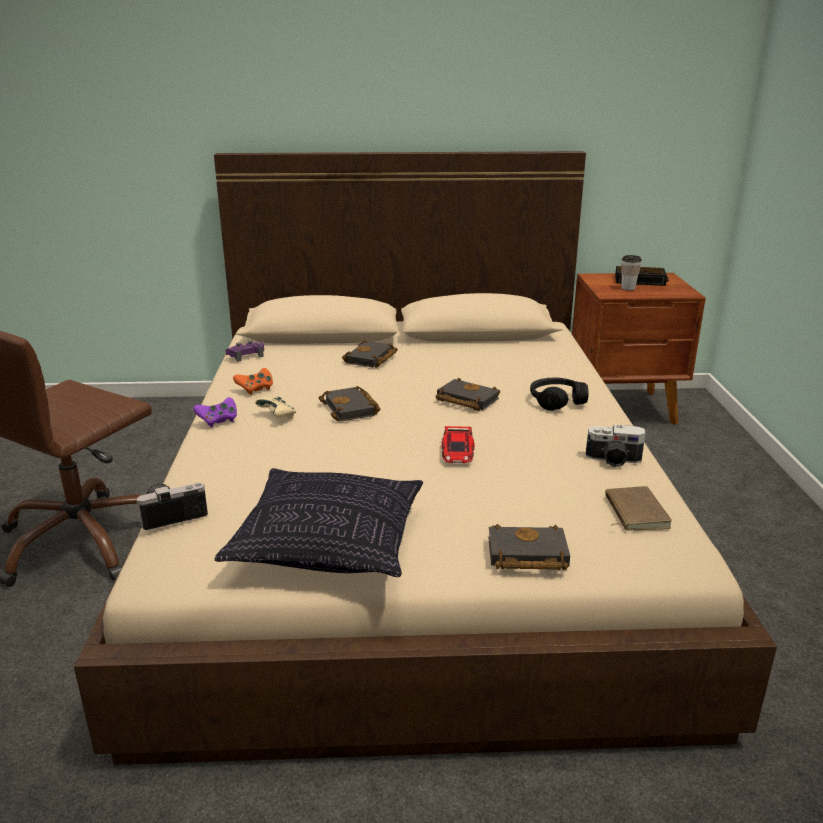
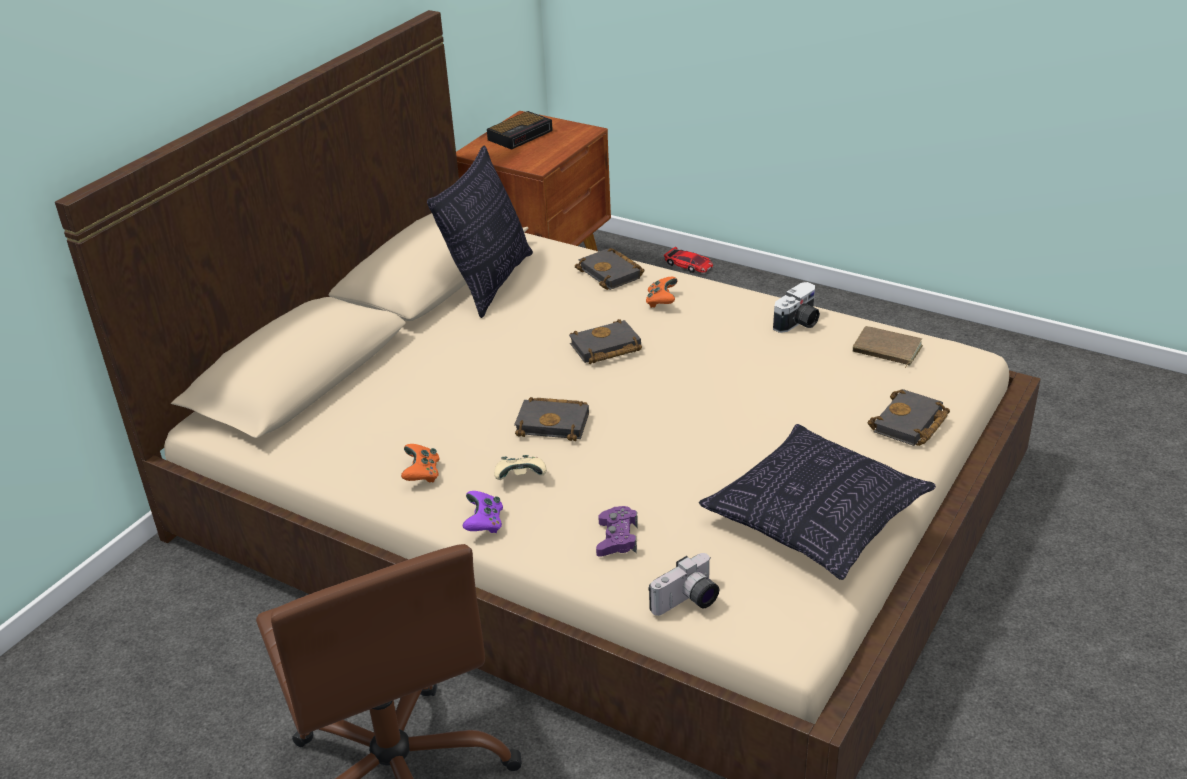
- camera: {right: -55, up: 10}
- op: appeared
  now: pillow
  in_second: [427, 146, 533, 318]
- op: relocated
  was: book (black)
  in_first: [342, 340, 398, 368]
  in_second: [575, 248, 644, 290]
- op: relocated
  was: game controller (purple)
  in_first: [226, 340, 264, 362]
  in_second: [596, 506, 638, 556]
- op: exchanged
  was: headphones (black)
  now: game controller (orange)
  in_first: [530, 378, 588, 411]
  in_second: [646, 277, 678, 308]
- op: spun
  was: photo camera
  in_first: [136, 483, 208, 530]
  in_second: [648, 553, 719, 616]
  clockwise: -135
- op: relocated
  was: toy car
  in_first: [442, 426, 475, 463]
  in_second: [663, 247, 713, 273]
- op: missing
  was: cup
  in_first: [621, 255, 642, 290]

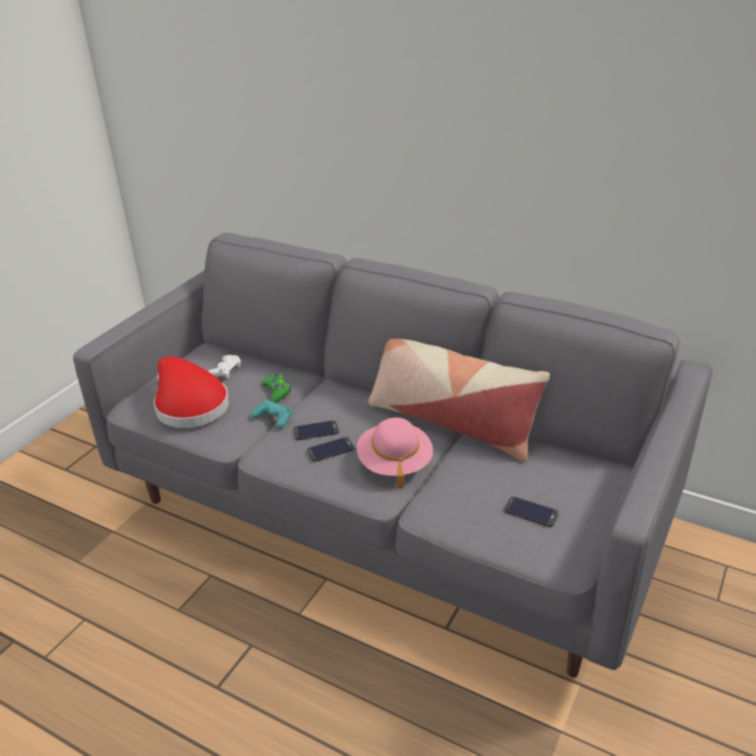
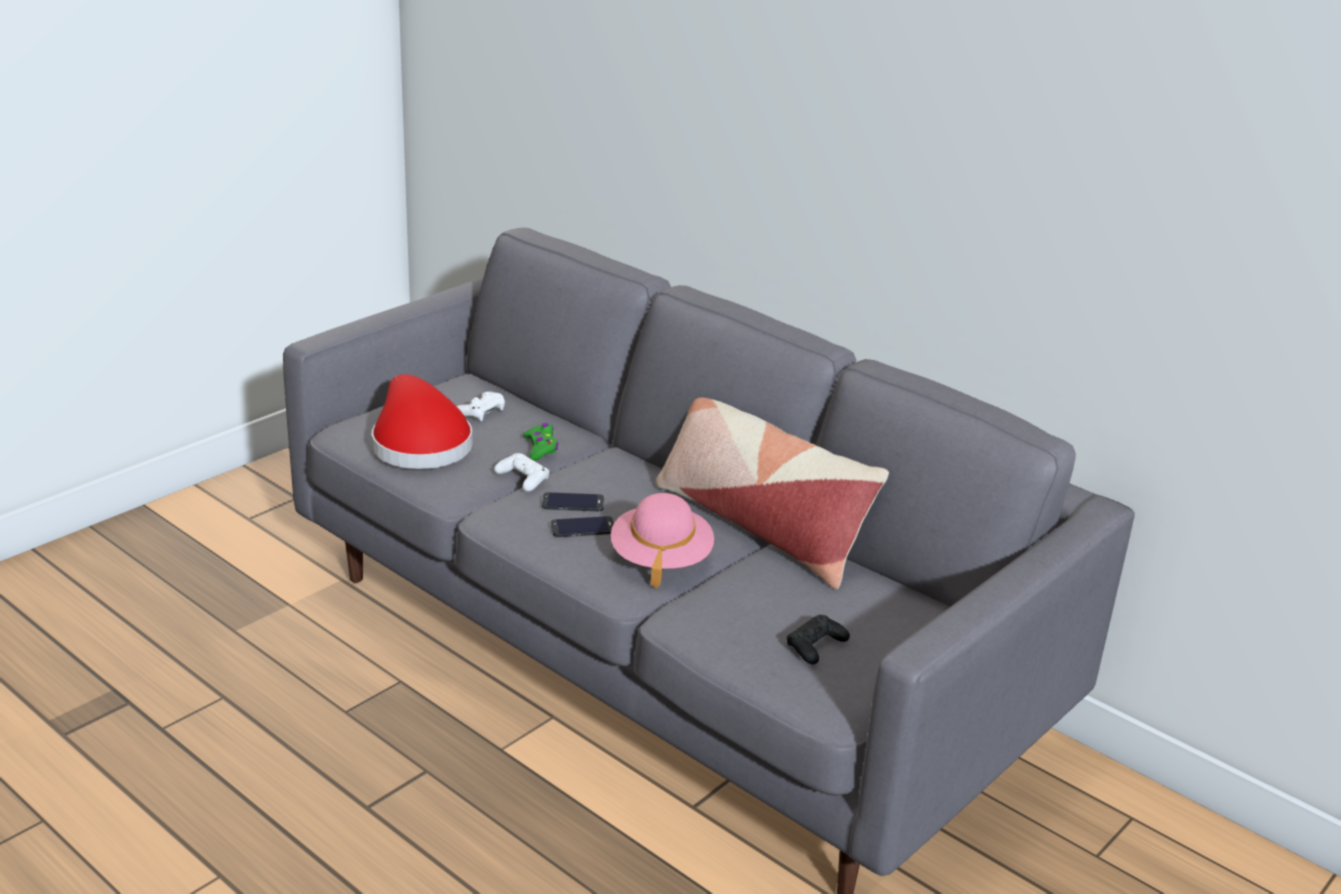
- camera: {right: 10, up: -5}
- op: colour
  was: game controller (turquoise)
  now: game controller (white)
  in_first: [251, 400, 292, 429]
  in_second: [494, 453, 549, 492]
- op: exchanged
  was: phone
  now: game controller (black)
  in_first: [504, 496, 559, 527]
  in_second: [787, 615, 850, 664]

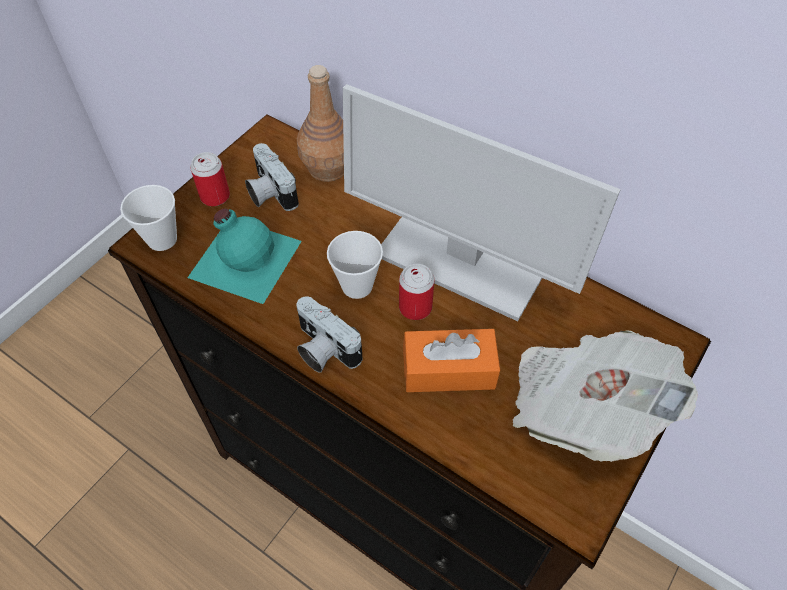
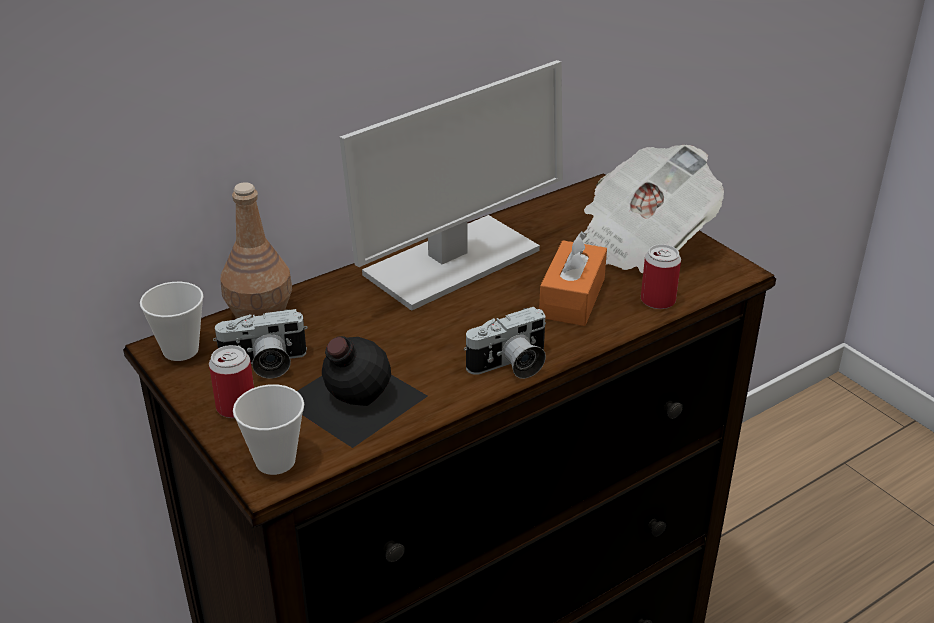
- camera: {right: -70, up: -20}
- op: relocated
  was: cup
  in_first: [327, 231, 383, 299]
  in_second: [140, 282, 204, 361]
- op: colour
  was: bottle (turquoise)
  now: bottle (black)
  in_first: [187, 209, 302, 304]
  in_second: [297, 336, 428, 448]
- op: relocated
  was: can
  in_first: [399, 263, 434, 320]
  in_second: [641, 244, 681, 309]

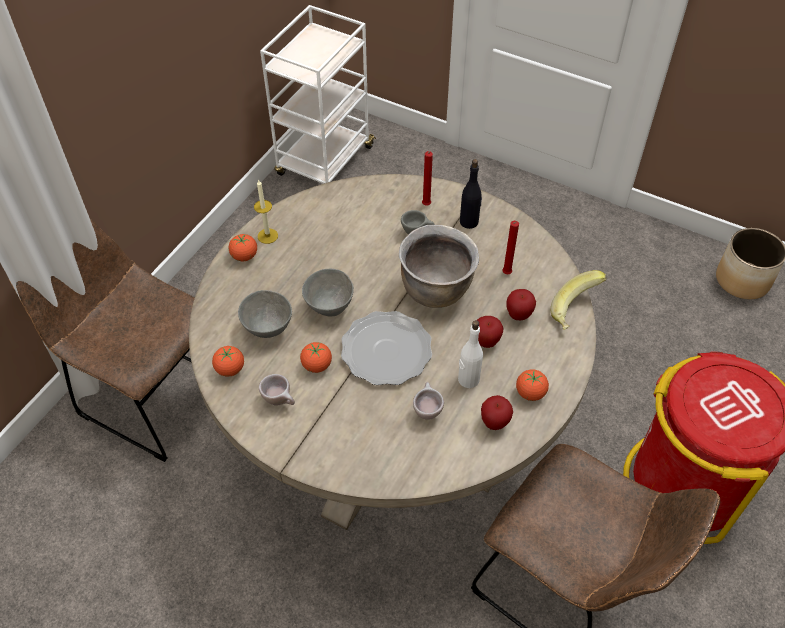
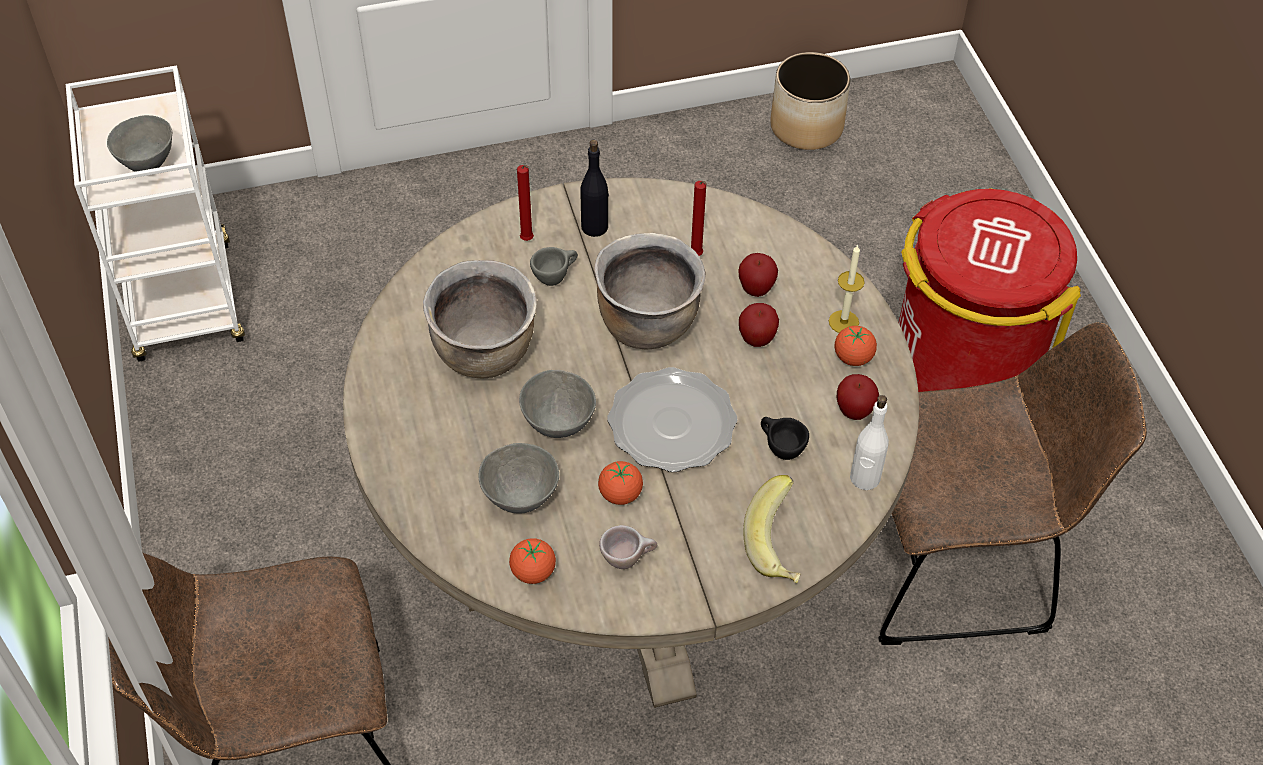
- camera: {right: -45, up: 0}
- op: appeared
  now: bowl (grey)
  in_second: [107, 115, 172, 172]
- op: appeared
  now: cooking pot (brown)
  in_second: [423, 260, 537, 378]
- op: relocated
  was: banana
  in_first: [550, 270, 607, 330]
  in_second: [743, 475, 801, 583]
- op: colour
  was: cup (beige)
  now: cup (black)
  in_first: [413, 382, 444, 420]
  in_second: [761, 417, 809, 460]
- op: relocated
  was: candle
  in_first: [254, 179, 278, 244]
  in_second: [829, 244, 865, 333]
- op: relocated
  was: bottle (white)
  in_first: [458, 320, 483, 388]
  in_second: [850, 395, 889, 490]
- op: missing
  was: tomato
  in_first: [229, 234, 257, 261]

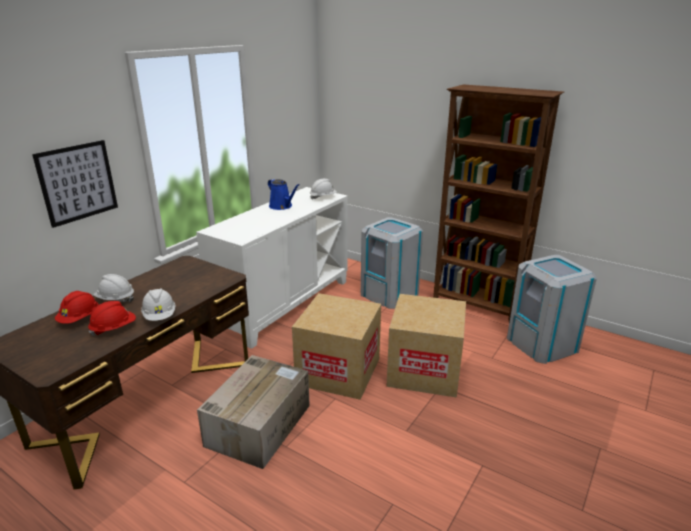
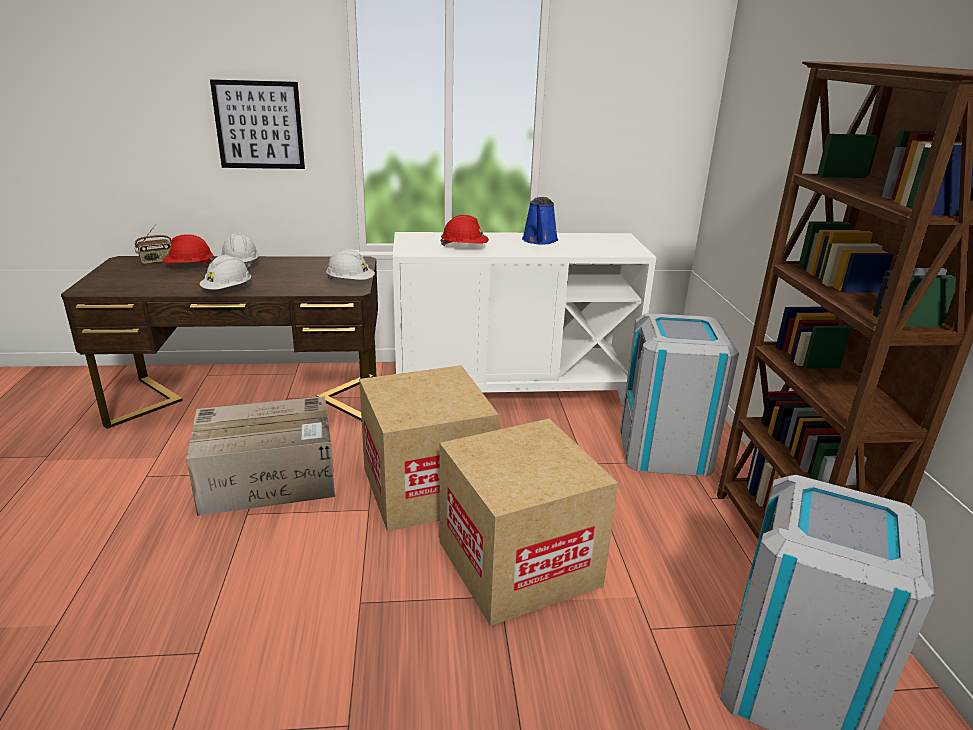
- camera: {right: 50, up: 0}
- op: appeared
  now: radio
  in_second: [135, 224, 172, 264]
- op: relocated
  was: hard hat (white)
  in_first: [310, 179, 337, 200]
  in_second: [326, 249, 375, 280]
- op: relocated
  was: hard hat (red)
  in_first: [88, 301, 136, 336]
  in_second: [440, 215, 489, 246]

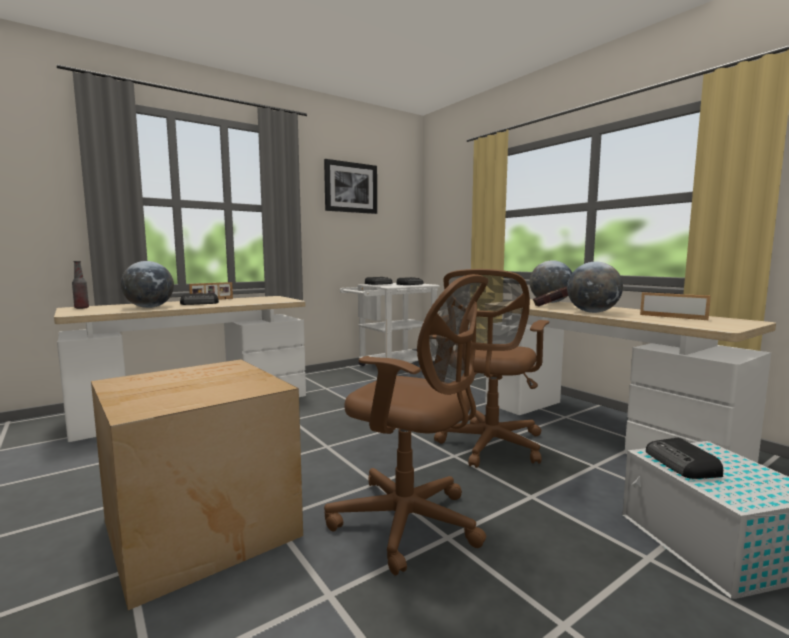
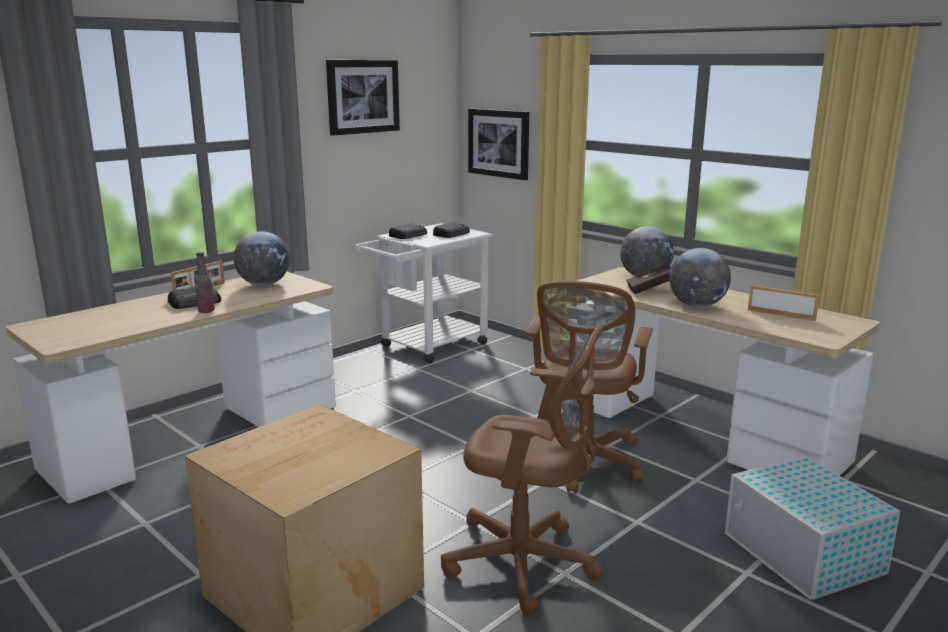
- camera: {right: -10, up: 10}
- op: relocated
  was: bottle
  in_first: [72, 261, 89, 309]
  in_second: [195, 252, 215, 313]
- op: relocated
  was: globe
  in_first: [121, 261, 174, 308]
  in_second: [234, 231, 290, 286]
- op: appeared
  now: picture
  in_second: [468, 108, 529, 180]
- op: missing
  was: radio
  in_first: [646, 438, 723, 479]

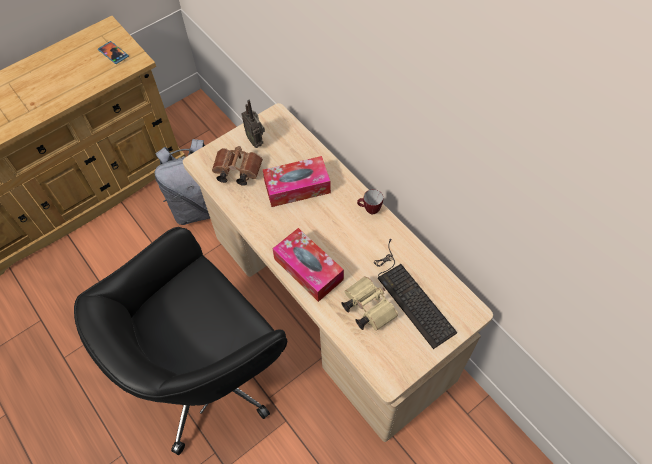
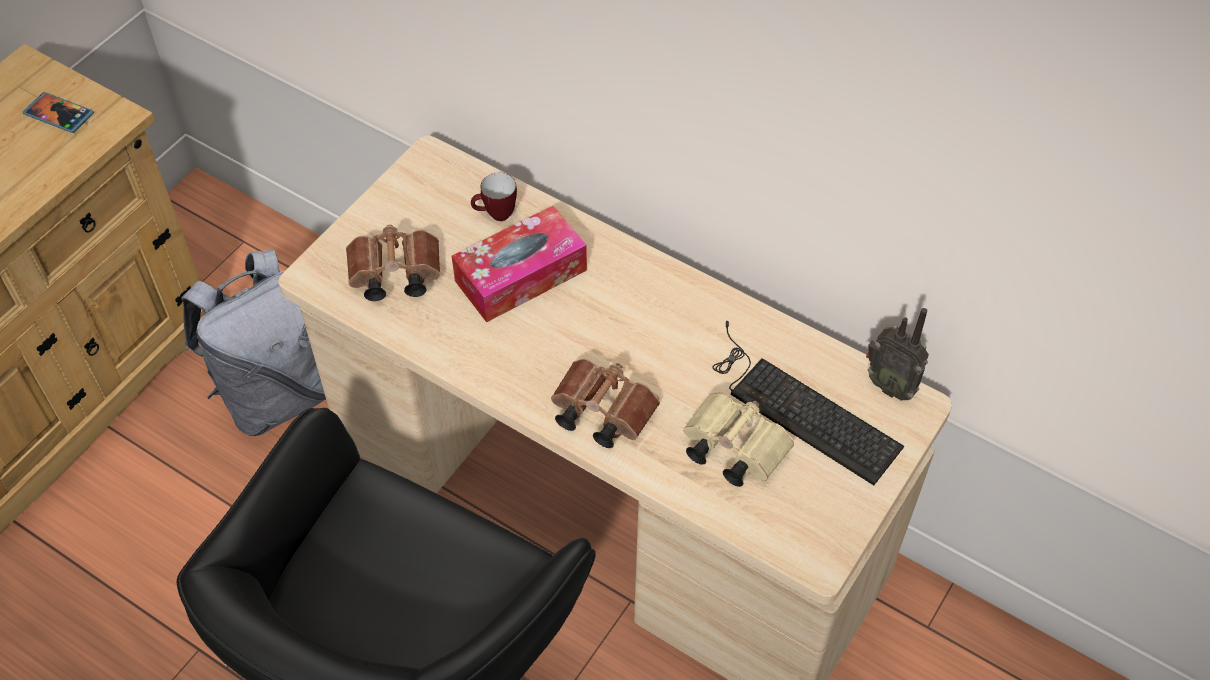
- camera: {right: -20, up: -5}
- op: relocated
  was: mug
  in_first: [357, 189, 383, 214]
  in_second: [471, 173, 517, 221]
- op: exchanged
  was: tissue box
  now: binoculars (brown)
  in_first: [272, 228, 344, 302]
  in_second: [551, 359, 660, 448]
- op: relocated
  was: radio
  in_first: [241, 100, 265, 148]
  in_second: [866, 308, 929, 400]

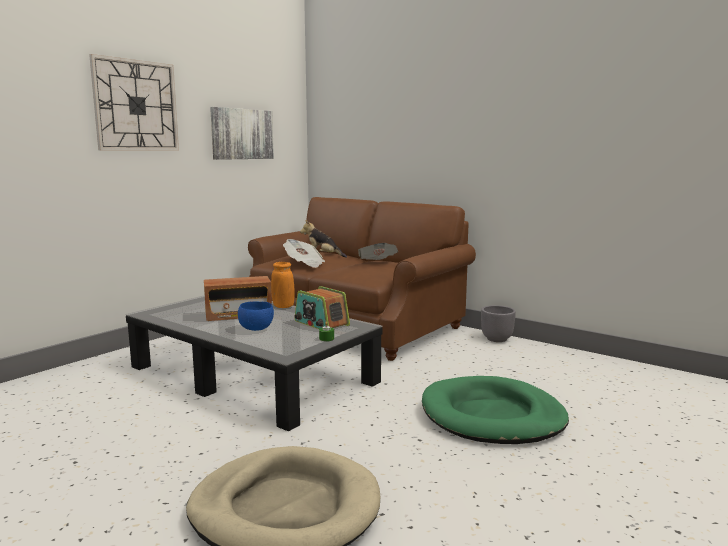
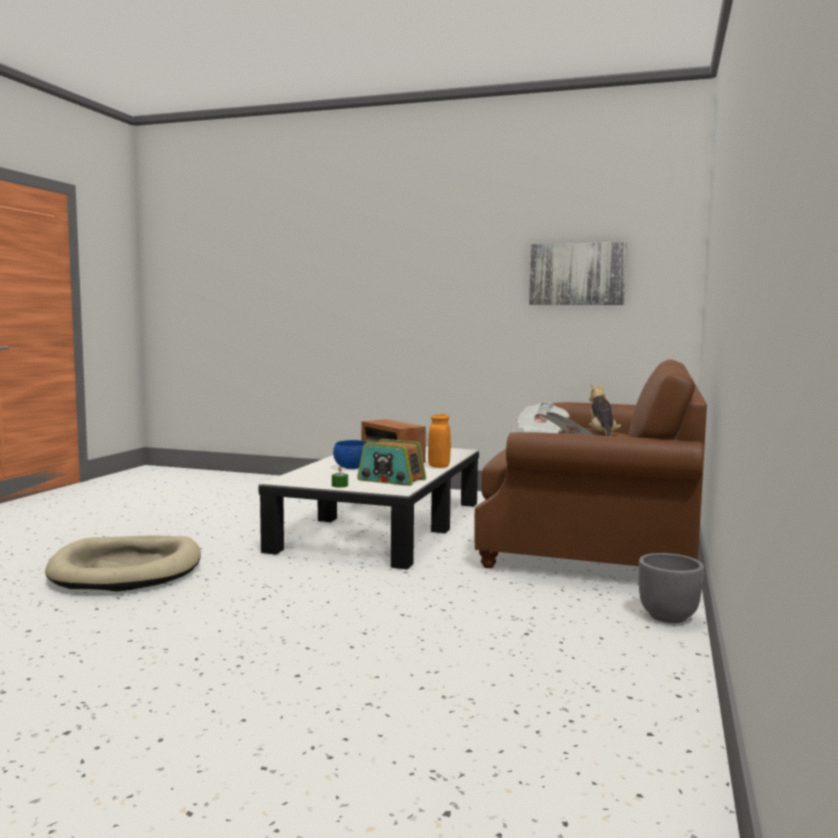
- camera: {right: 70, up: -5}
- op: spun
  was: radio
  in_first: [294, 286, 350, 329]
  in_second: [357, 439, 426, 486]
  clockwise: -90
- op: missing
  was: wall clock
  in_first: [89, 54, 179, 151]
- op: missing
  was: dog bed (green)
  in_first: [422, 376, 569, 444]

